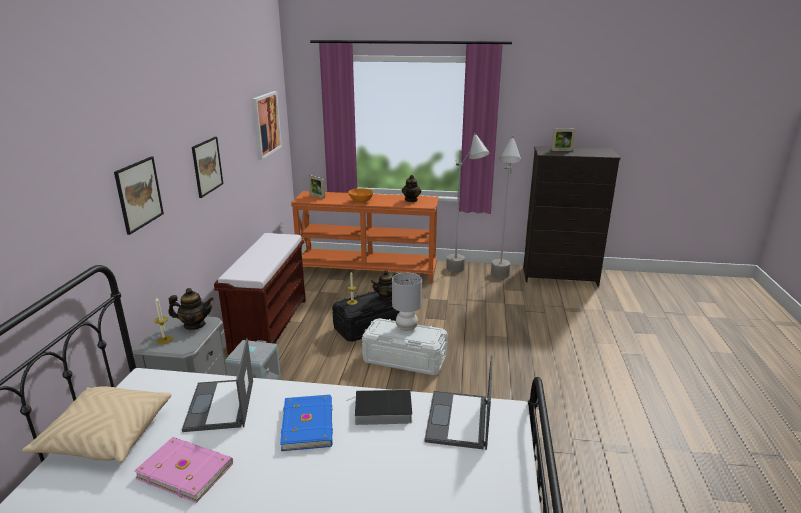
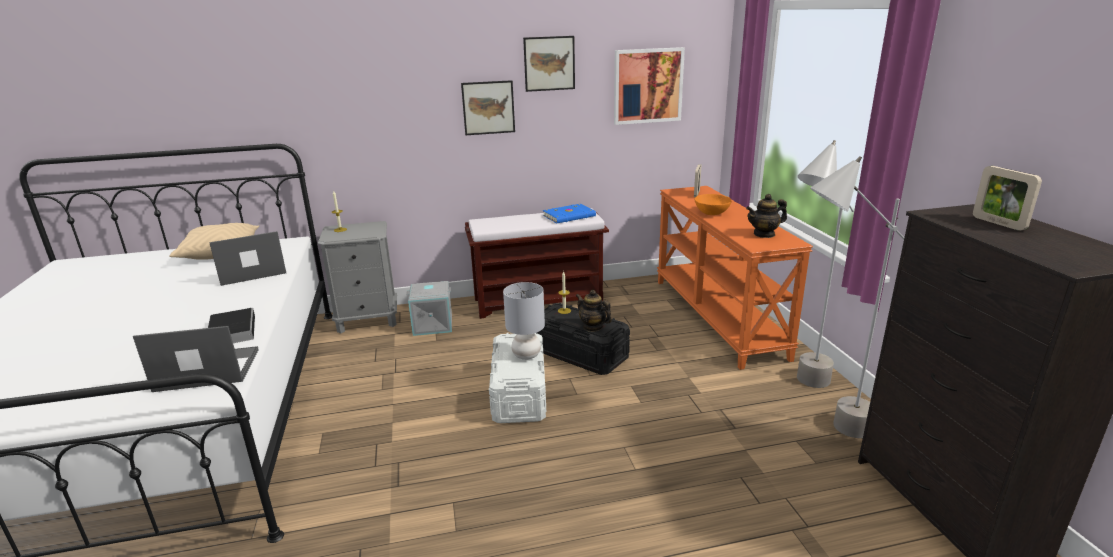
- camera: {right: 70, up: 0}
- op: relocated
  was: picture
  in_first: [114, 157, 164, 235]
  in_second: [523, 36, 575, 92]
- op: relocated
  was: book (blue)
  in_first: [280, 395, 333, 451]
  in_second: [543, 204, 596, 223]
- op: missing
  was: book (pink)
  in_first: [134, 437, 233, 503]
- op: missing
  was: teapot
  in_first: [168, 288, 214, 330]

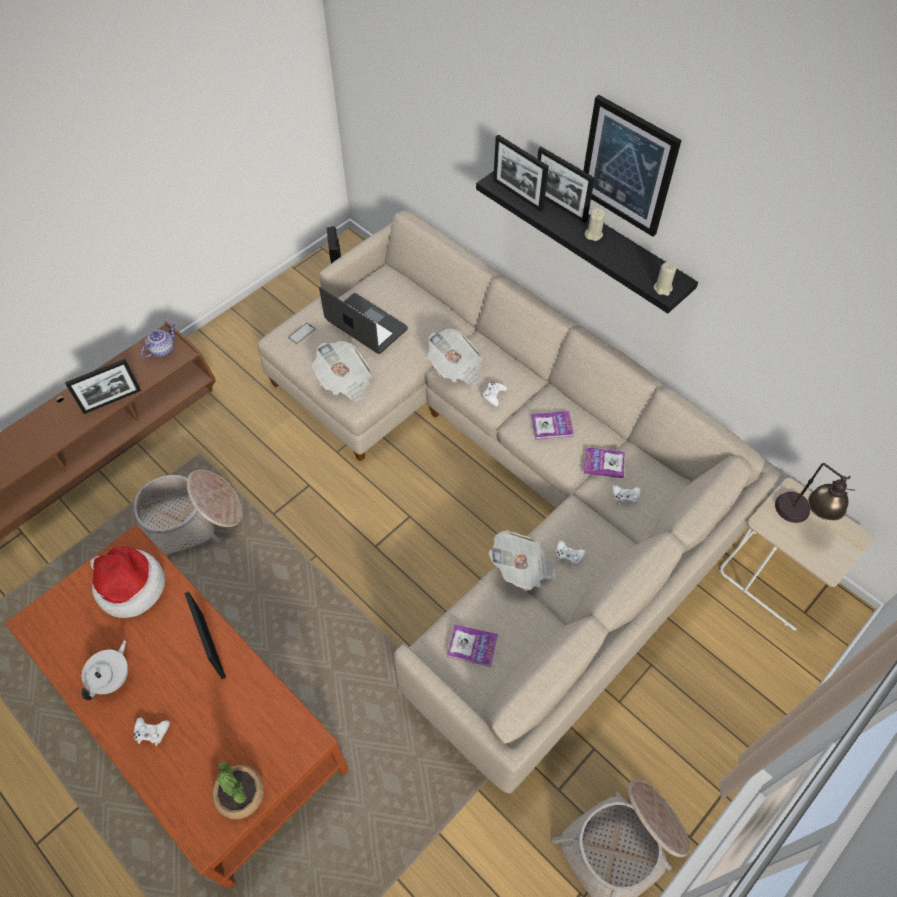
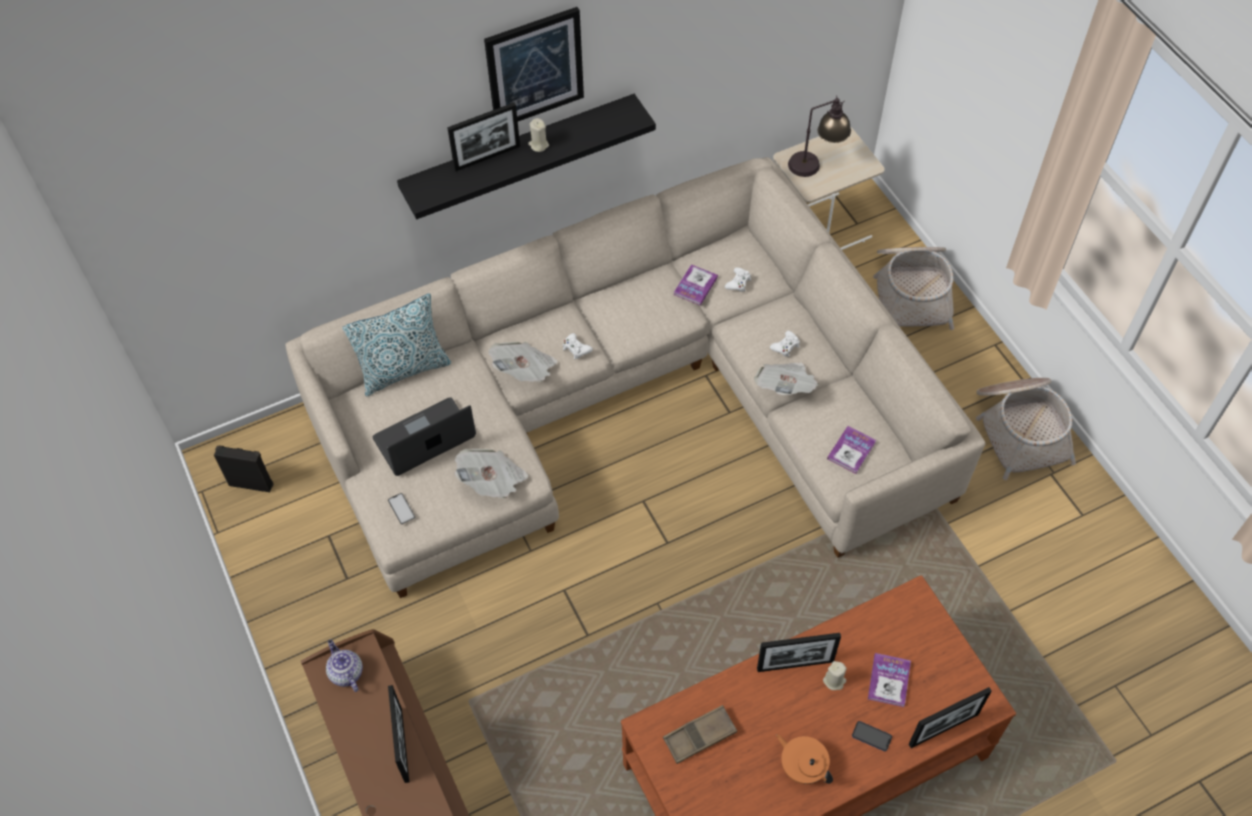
- camera: {right: -70, up: 0}
- op: appeared
  now: pillow
  in_second: [342, 293, 451, 396]
- op: exchanged
  was: hat
  now: tray (brown)
  in_first: [90, 546, 165, 618]
  in_second: [663, 705, 737, 764]
- op: colour
  was: teapot (white)
  now: teapot (orange)
  in_first: [82, 640, 128, 700]
  in_second: [776, 734, 833, 784]
- op: relocated
  was: candle (beige)
  in_first: [654, 262, 676, 296]
  in_second: [823, 661, 846, 690]
- op: exchanged
  was: game controller (white)
  now: phone
  in_first: [134, 718, 170, 746]
  in_second: [852, 721, 892, 751]
- op: relocated
  was: book
  in_first: [531, 411, 574, 440]
  in_second: [868, 653, 911, 707]
- op: relocated
  was: basket
  in_first: [134, 470, 242, 556]
  in_second: [873, 247, 954, 330]
- op: relocated
  was: picture frame
  in_first: [493, 134, 549, 212]
  in_second: [909, 687, 992, 748]
- op: missing
  was: potted plant
  in_first: [212, 761, 264, 819]

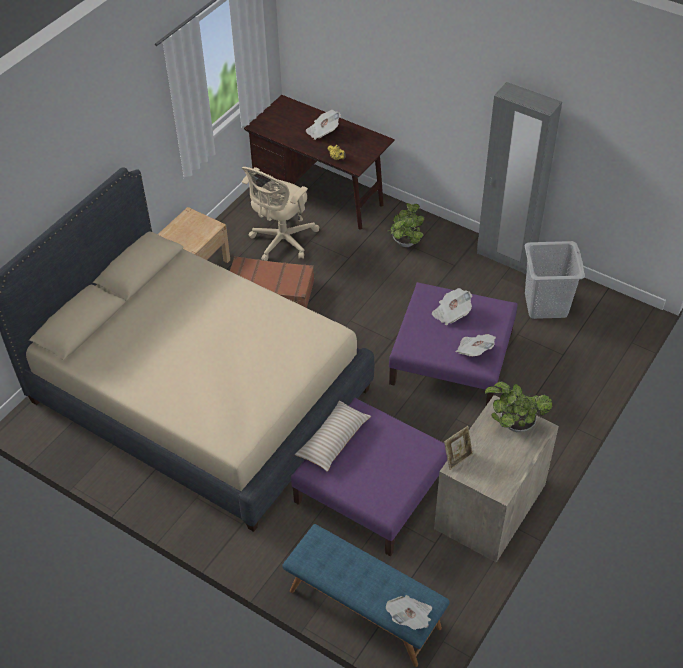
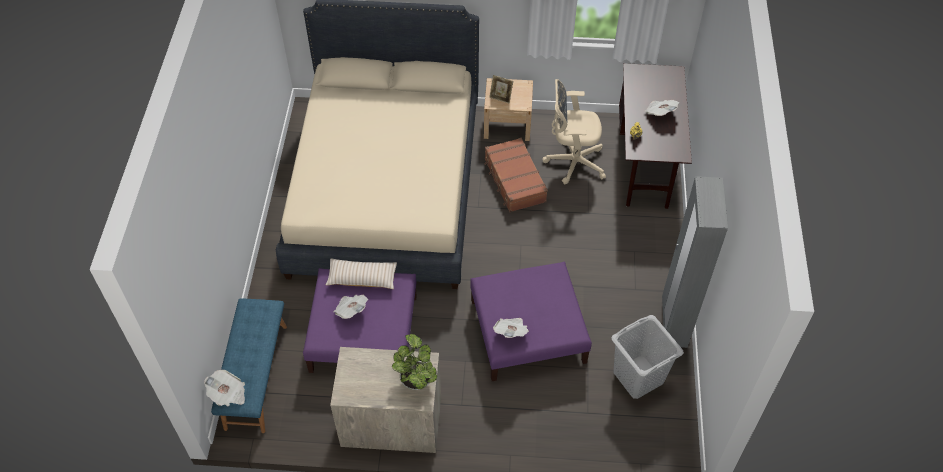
- camera: {right: 60, up: 5}
- op: relocated
  was: newspaper
  in_first: [432, 288, 472, 325]
  in_second: [333, 294, 368, 319]
- op: relocated
  was: picture frame
  in_first: [444, 426, 473, 470]
  in_second: [489, 75, 513, 103]
- op: missing
  was: potted plant
  in_first: [388, 203, 424, 247]

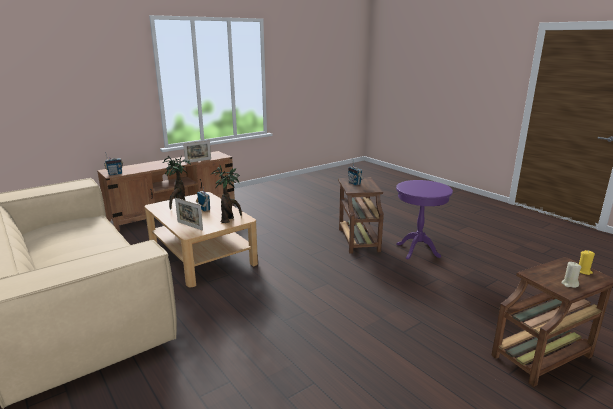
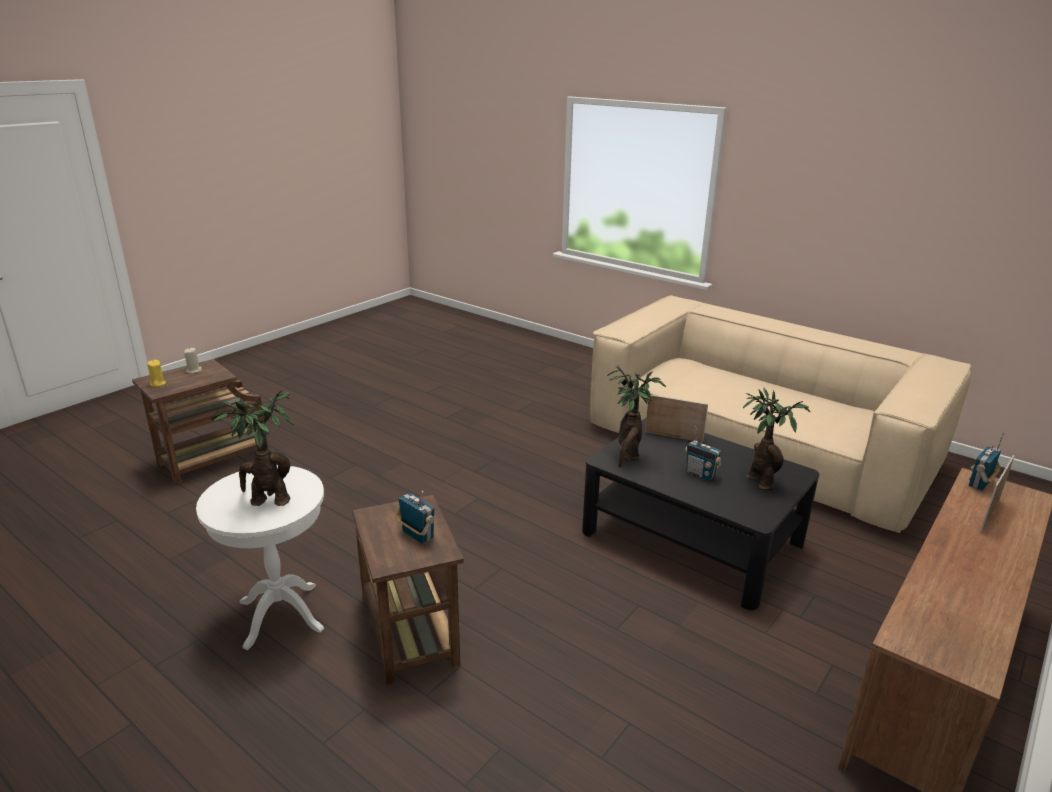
- camera: {right: 165, up: 5}
- op: colour
  was: side table (purple)
  now: side table (white)
  in_first: [396, 180, 453, 259]
  in_second: [196, 465, 324, 650]
- op: appeared
  now: potted plant
  in_second: [211, 390, 294, 506]
- op: colour
  was: coffee table (beige)
  now: coffee table (black)
  in_first: [144, 192, 258, 287]
  in_second: [582, 418, 819, 610]
- op: relocated
  was: picture frame
  in_first: [183, 140, 211, 163]
  in_second: [980, 455, 1014, 533]

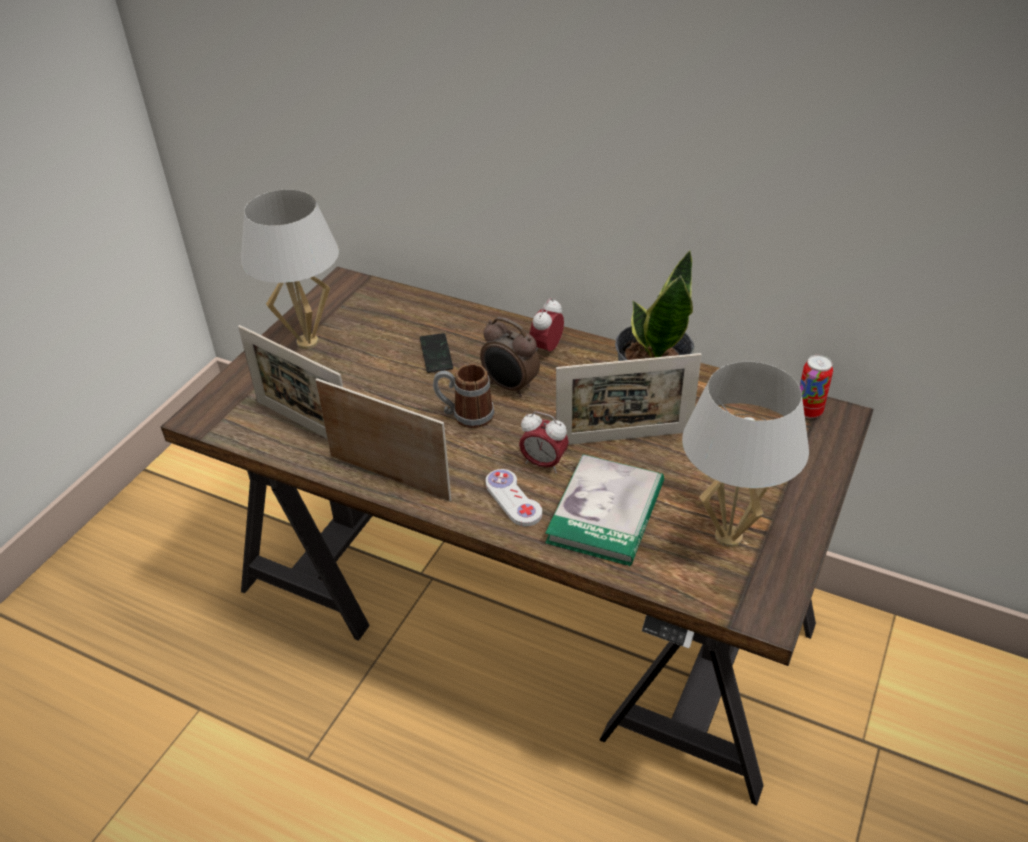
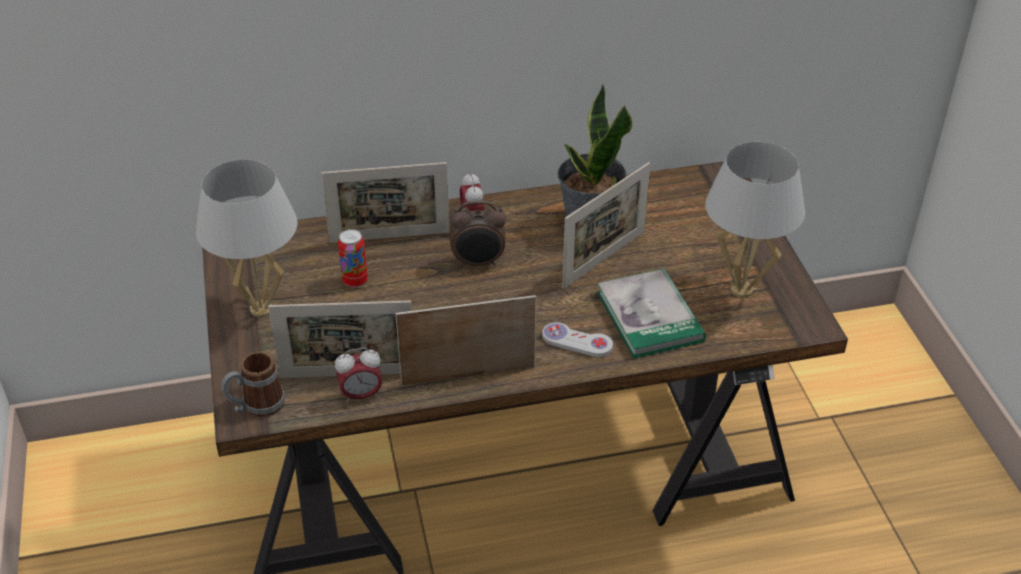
- camera: {right: -40, up: 0}
- op: relocated
  was: mug
  in_first: [433, 364, 494, 428]
  in_second: [221, 352, 285, 417]
- op: appeared
  now: picture frame
  in_second: [321, 162, 450, 243]
- op: relocated
  was: alarm clock
  in_first: [519, 412, 569, 473]
  in_second: [335, 348, 383, 404]
- op: relocated
  was: can
  in_first: [800, 355, 833, 418]
  in_second: [338, 229, 368, 288]
- op: missing
  was: phone
  in_first: [420, 333, 453, 373]

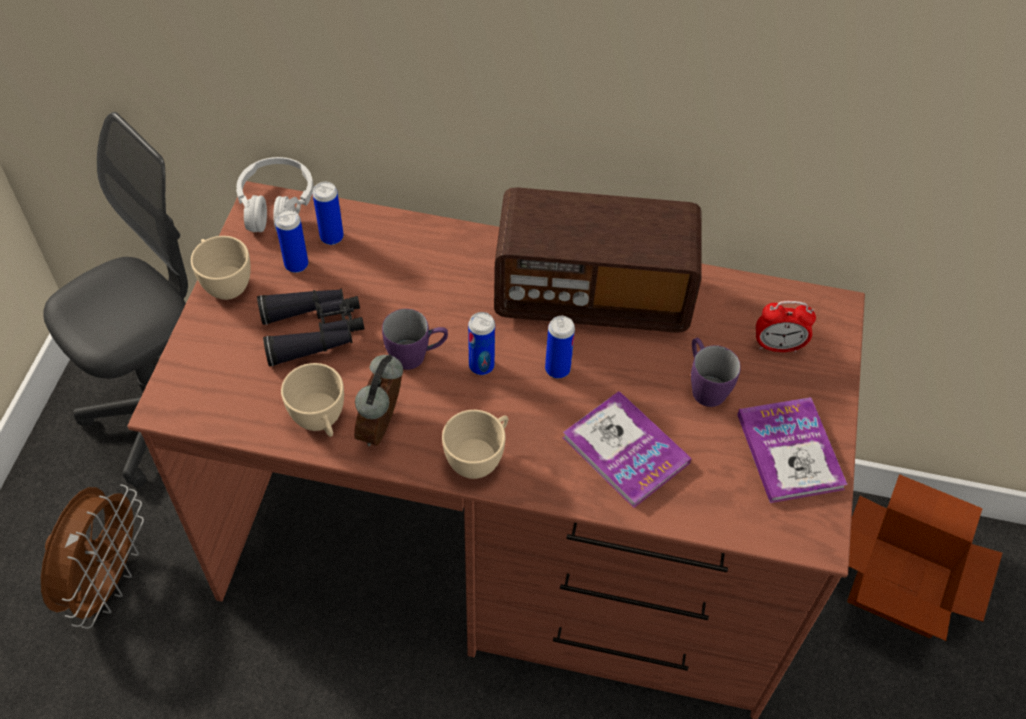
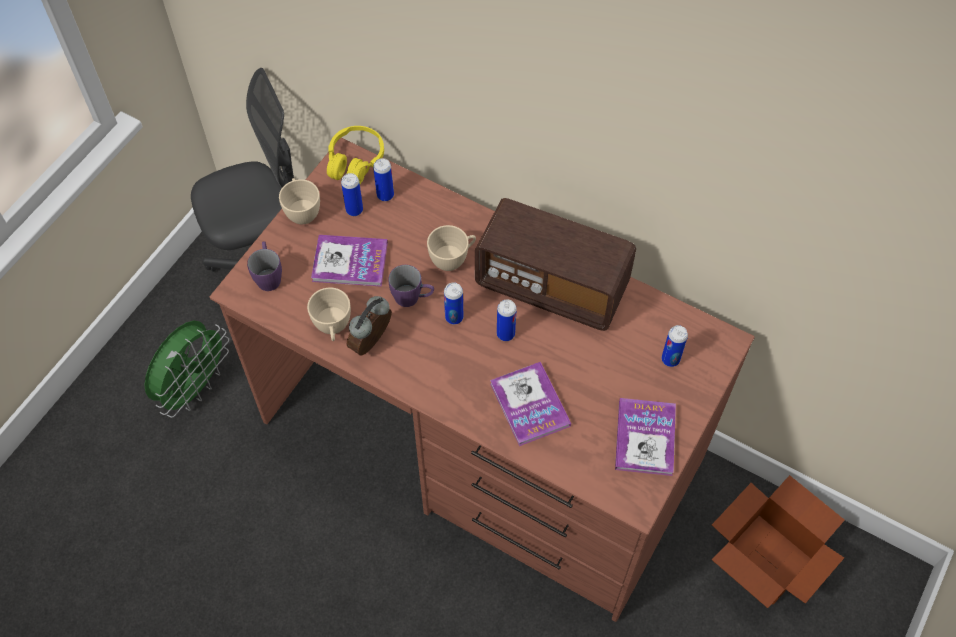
- camera: {right: 20, up: 5}
- op: colour
  was: fan (brown)
  now: fan (green)
  in_first: [41, 484, 144, 629]
  in_second: [144, 321, 229, 418]
- op: relocated
  was: mug (purple)
  in_first: [691, 338, 741, 407]
  in_second: [247, 241, 282, 291]
- op: exchanged
  was: binoculars (black)
  now: book
  in_first: [257, 289, 364, 366]
  in_second: [311, 235, 388, 287]
- op: colour
  was: headphones (white)
  now: headphones (yellow)
  in_first: [236, 157, 314, 232]
  in_second: [327, 126, 384, 184]
- op: relocated
  was: cup (beige)
  in_first: [442, 410, 508, 479]
  in_second: [427, 225, 476, 271]
- op: exchanged
  was: alarm clock
  now: can
  in_first: [756, 301, 816, 352]
  in_second: [662, 325, 688, 367]

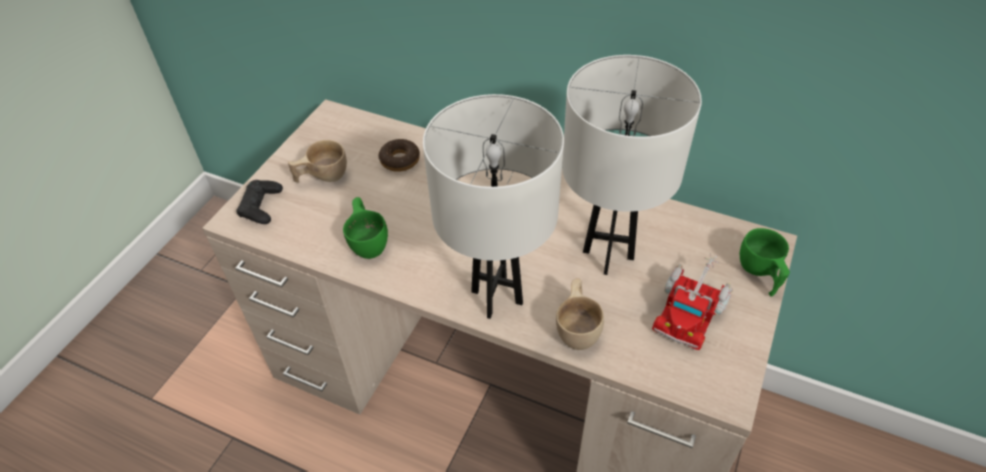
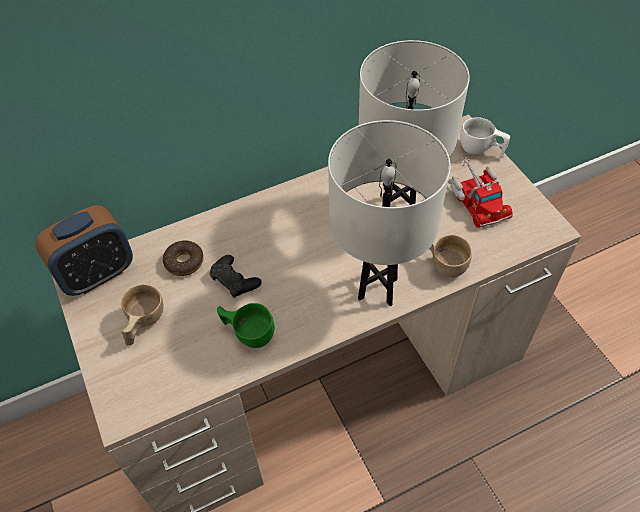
- camera: {right: -50, up: 5}
- op: appeared
  now: alarm clock
  in_second: [35, 205, 133, 296]
- op: relocated
  was: game controller (black)
  in_first: [236, 180, 283, 224]
  in_second: [210, 255, 262, 298]
- op: colour
  was: cup (green)
  now: cup (white)
  in_first: [740, 228, 790, 297]
  in_second: [460, 117, 510, 158]

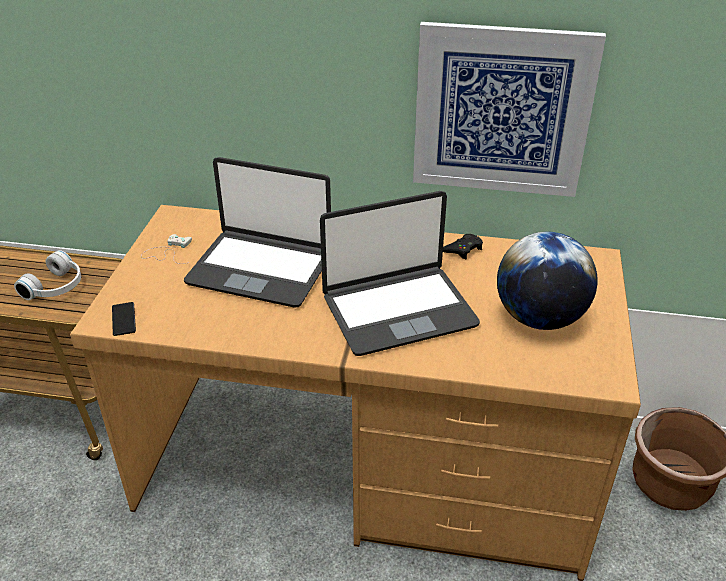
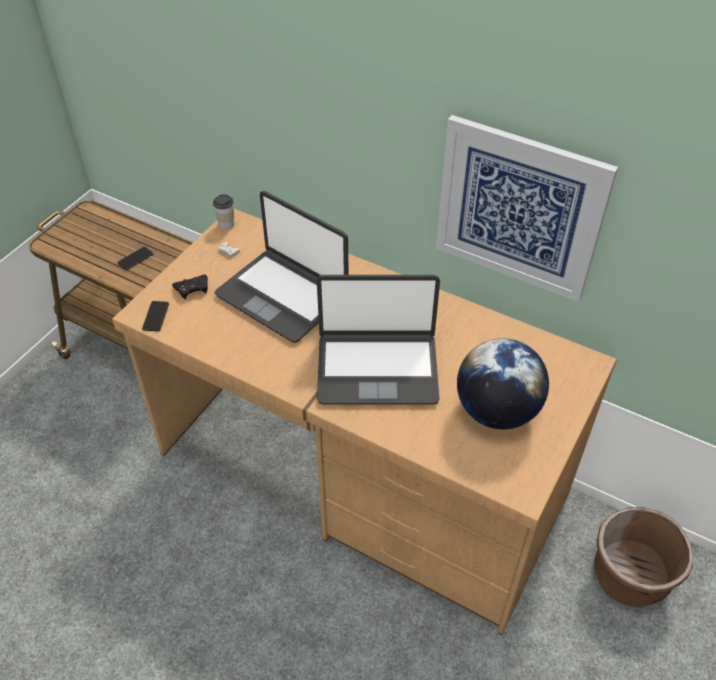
- camera: {right: 20, up: 10}
- op: exchanged
  was: headphones (white)
  now: phone
  in_first: [14, 250, 81, 300]
  in_second: [117, 247, 153, 270]
- op: relocated
  was: game controller (black)
  in_first: [443, 234, 483, 260]
  in_second: [172, 275, 208, 299]
- op: appeared
  now: cup
  in_second: [213, 194, 234, 230]

